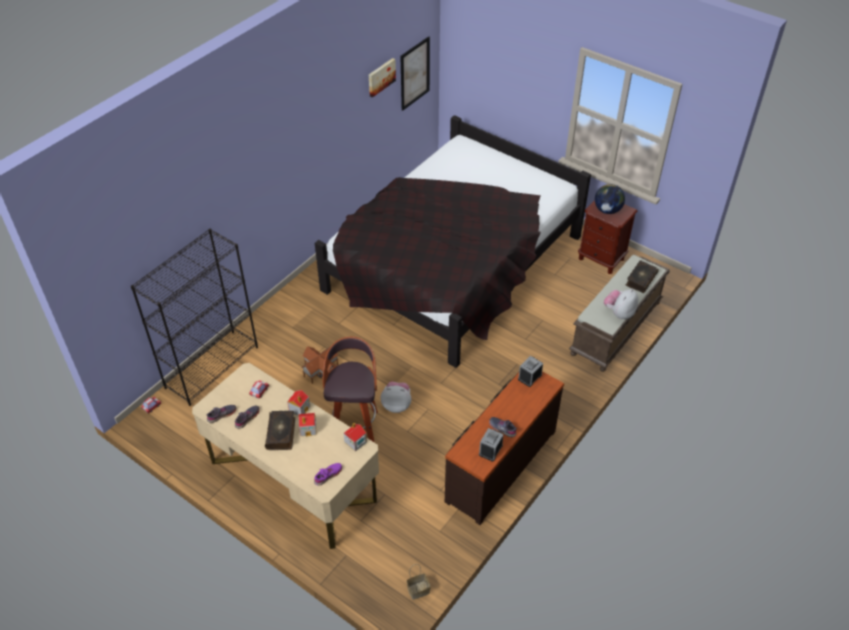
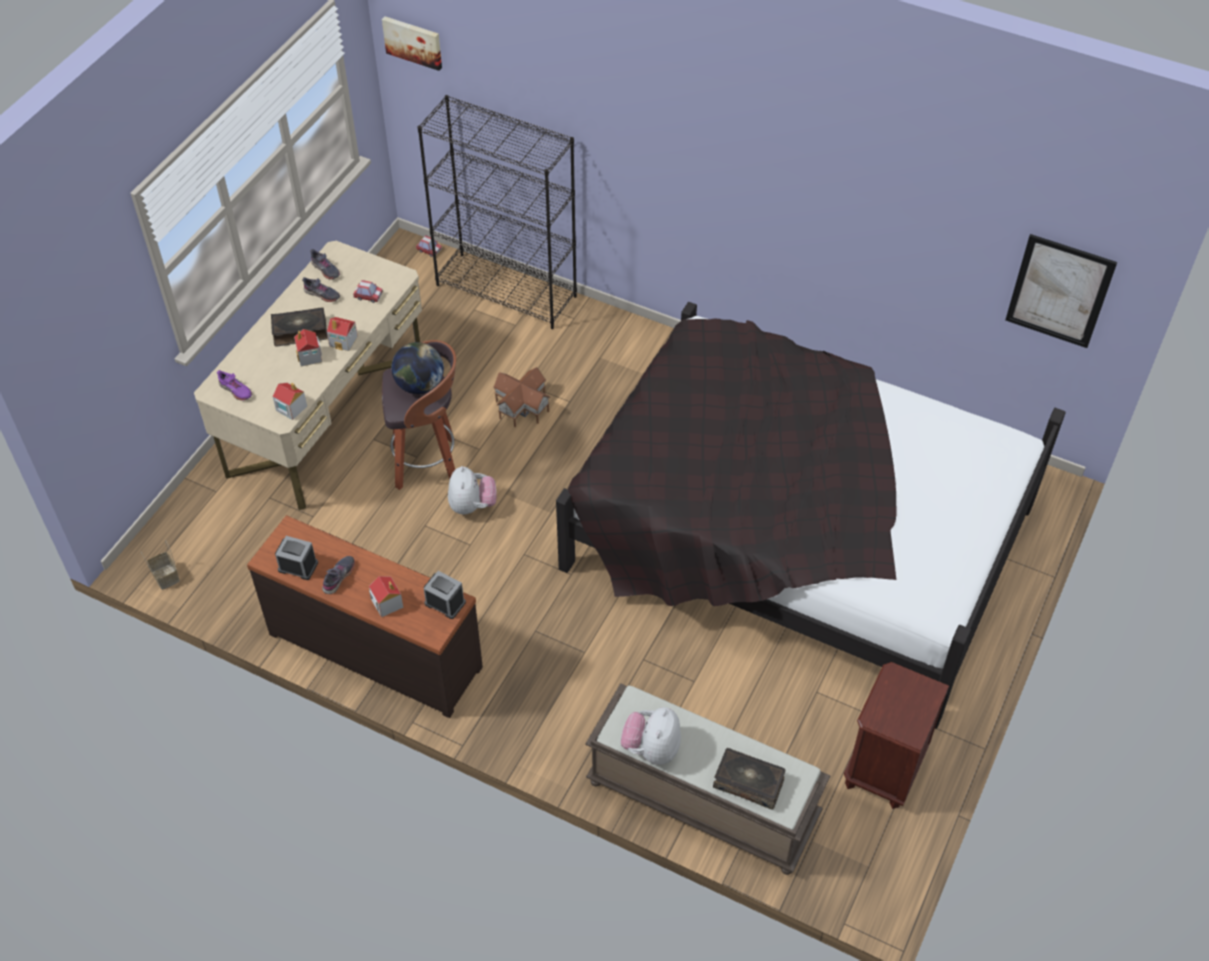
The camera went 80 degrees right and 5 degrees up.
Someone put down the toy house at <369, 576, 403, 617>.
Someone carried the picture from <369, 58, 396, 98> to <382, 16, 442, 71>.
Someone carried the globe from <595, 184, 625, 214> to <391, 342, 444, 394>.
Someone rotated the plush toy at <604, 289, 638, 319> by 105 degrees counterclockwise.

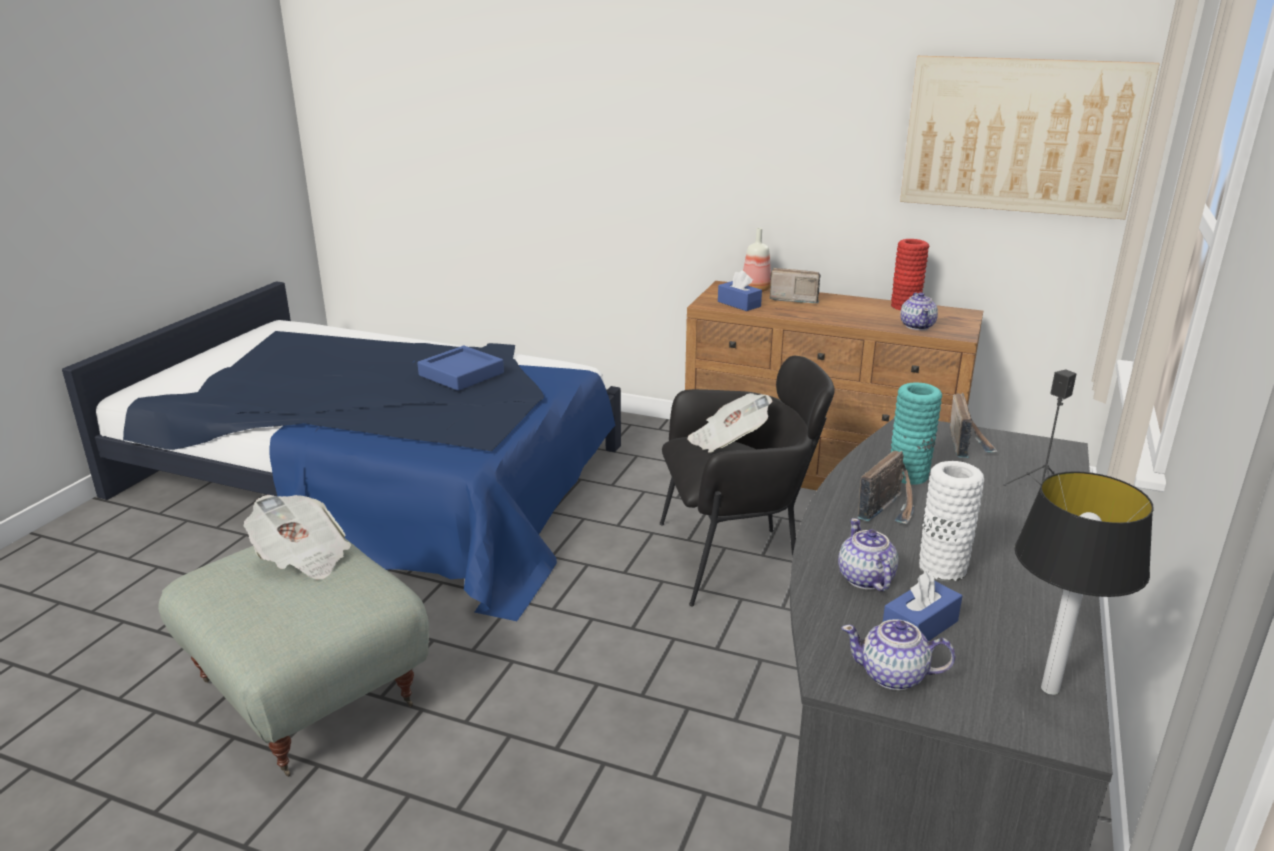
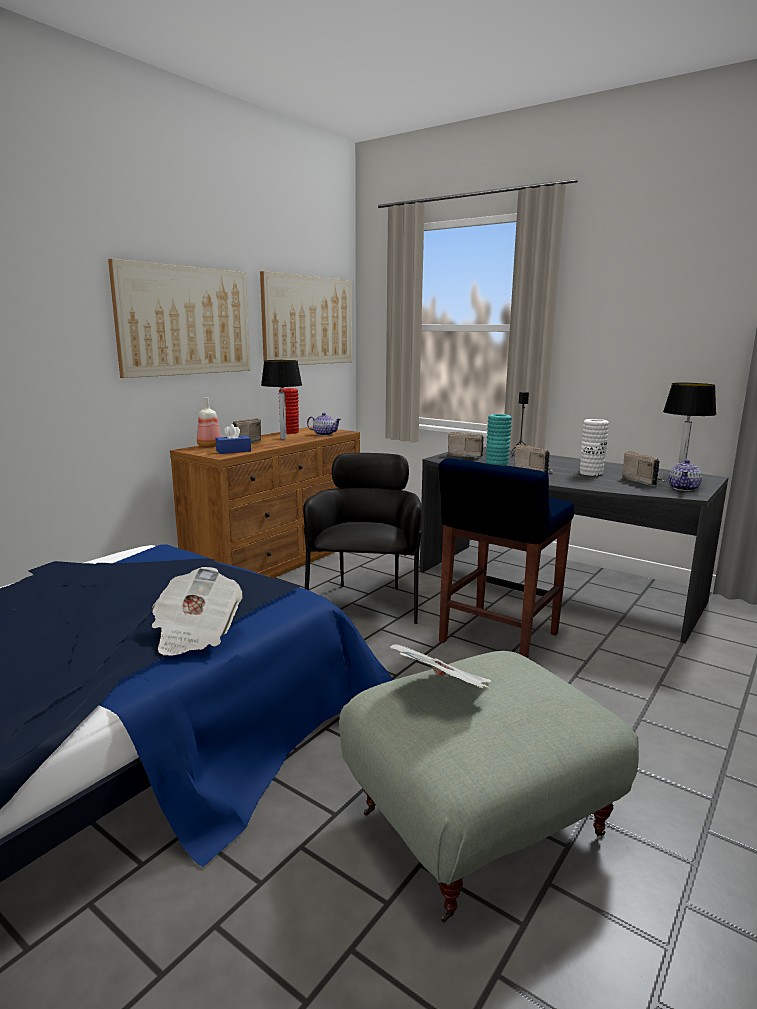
The camera went 75 degrees left and 10 degrees down.
Someone took away the blue tray at <417, 346, 504, 391>.
Someone took away the teapot at <838, 518, 899, 592>.
Someone put up the picture at <108, 259, 250, 378>.
Someone put down the table lamp at <261, 360, 302, 439>.
Someone put down the blue stool at <438, 458, 574, 658>.
Someone carried the newspaper from <687, 393, 773, 453> to <152, 567, 243, 656>.
Someone swapped the blue tissue box at <883, 571, 962, 641> for the radio at <622, 451, 665, 486>.

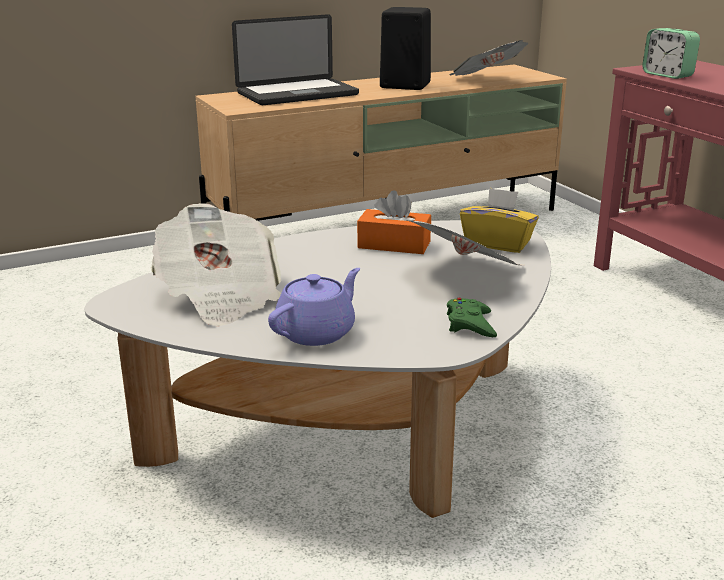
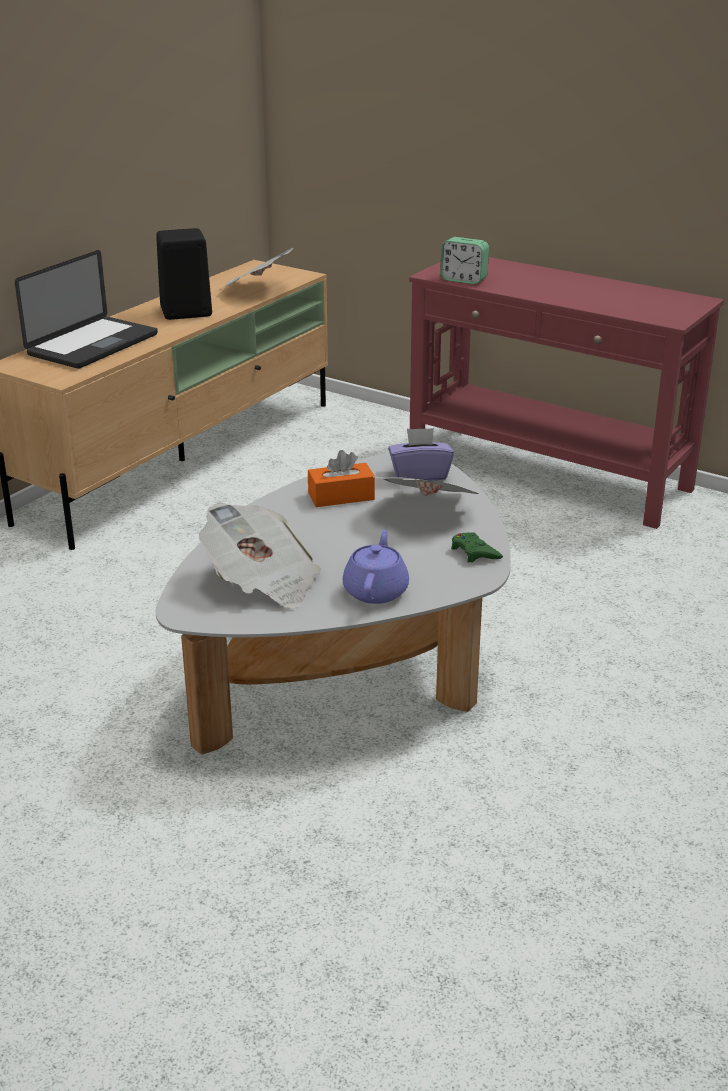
The camera went 30 degrees left and 5 degrees up.
Someone repainted the yellow tissue box at <460, 187, 539, 253>, which became the purple tissue box at <388, 428, 454, 481>.

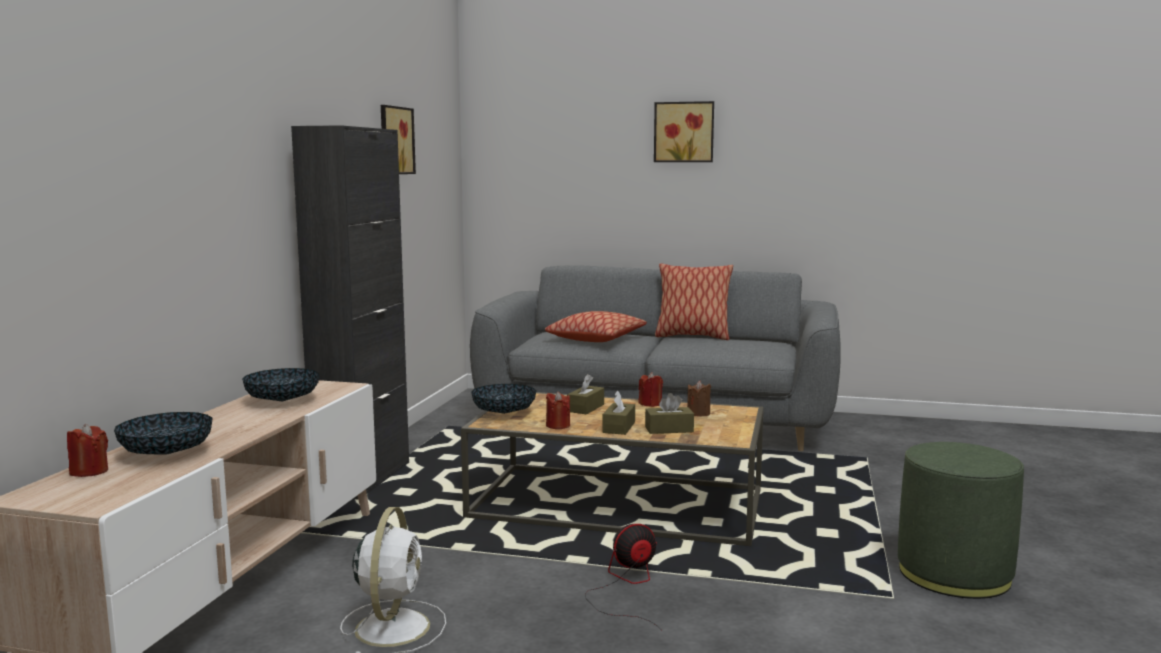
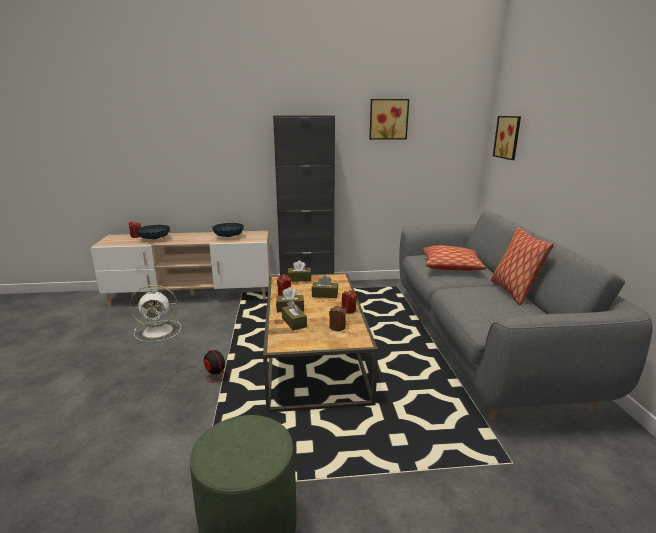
The camera went 70 degrees right and 10 degrees up.
Someone carried the picture from <654, 101, 714, 162> to <493, 116, 521, 160>.
Someone swapped the bowl at <471, 384, 536, 414> for the brown tissue box at <288, 261, 311, 282>.

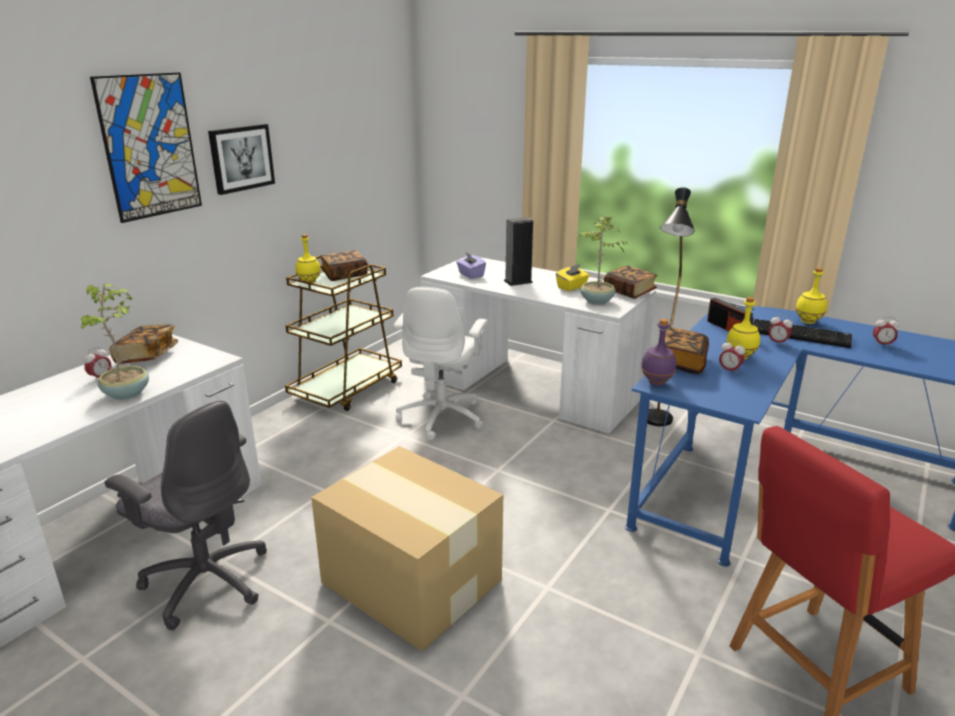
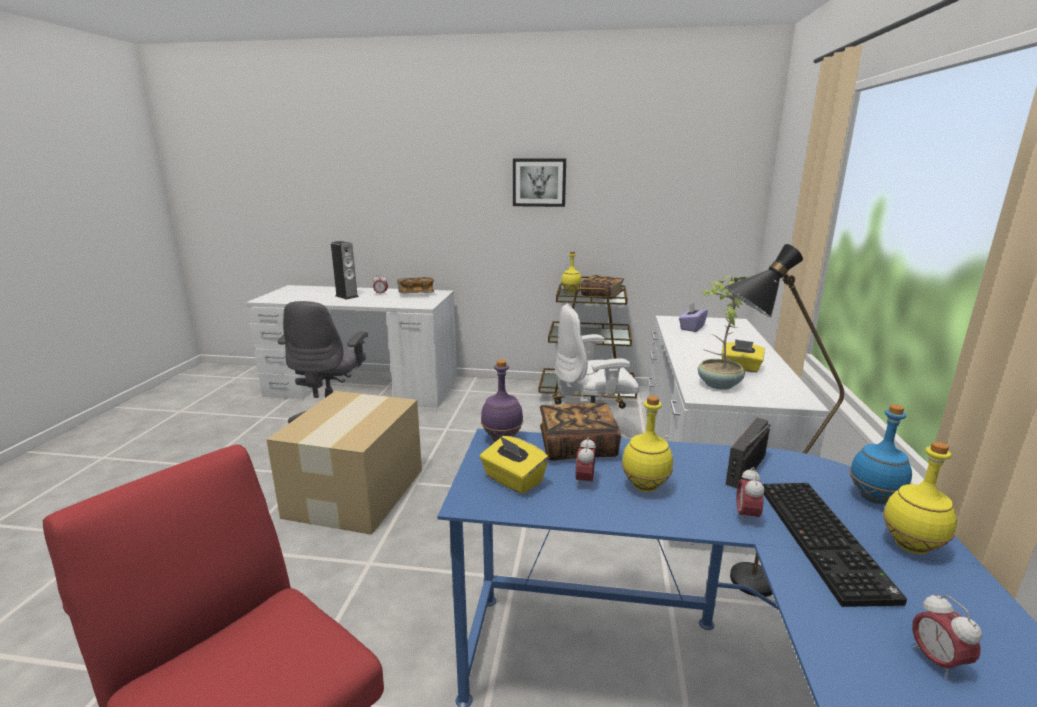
The camera went 65 degrees right and 5 degrees down.
Someone took away the potted plant at <81, 284, 149, 400>.
Someone took away the picture at <90, 72, 202, 223>.
Someone took away the book at <604, 265, 657, 299>.
Someone put down the yellow tissue box at <480, 436, 549, 494>.
Someone put down the blue bottle at <850, 404, 912, 504>.
Someone carried the speaker from <504, 217, 533, 286> to <331, 241, 359, 300>.

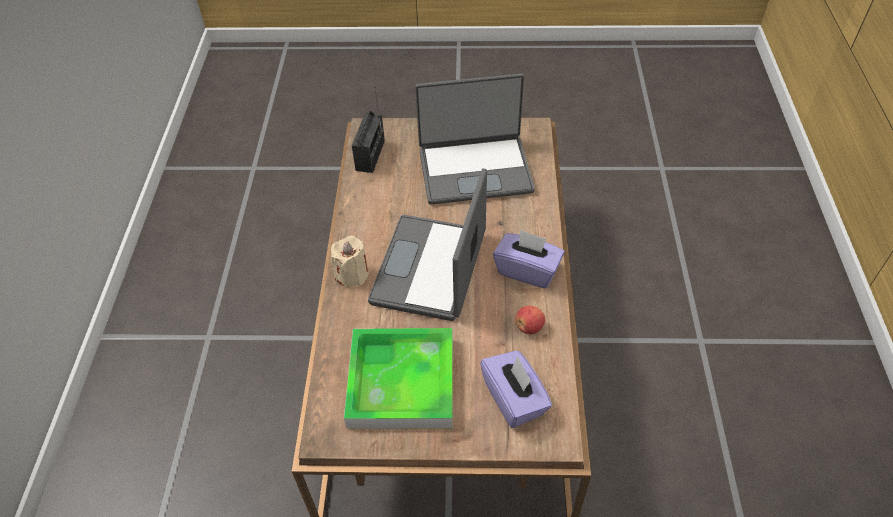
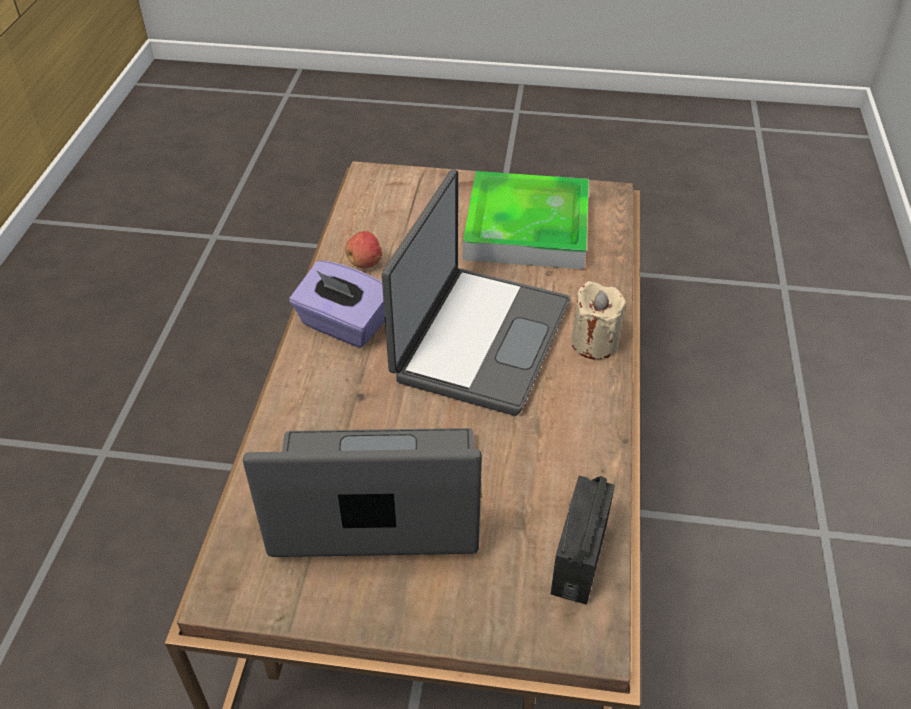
The camera went 175 degrees left and 5 degrees down.
Someone took away the purple tissue box at <480, 350, 552, 428>.

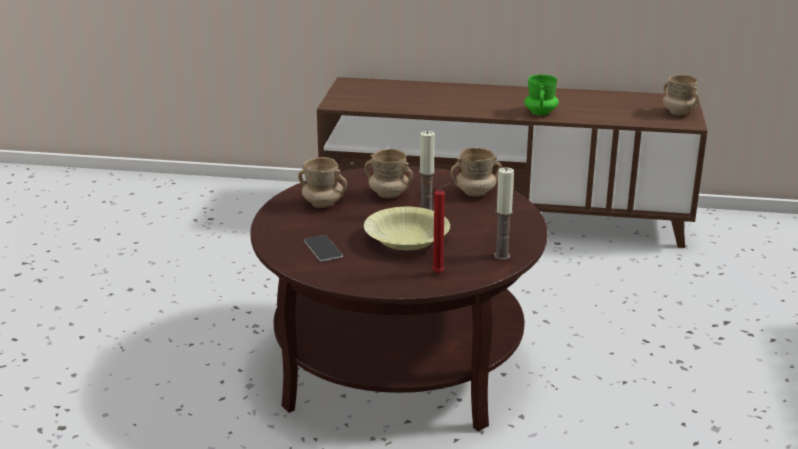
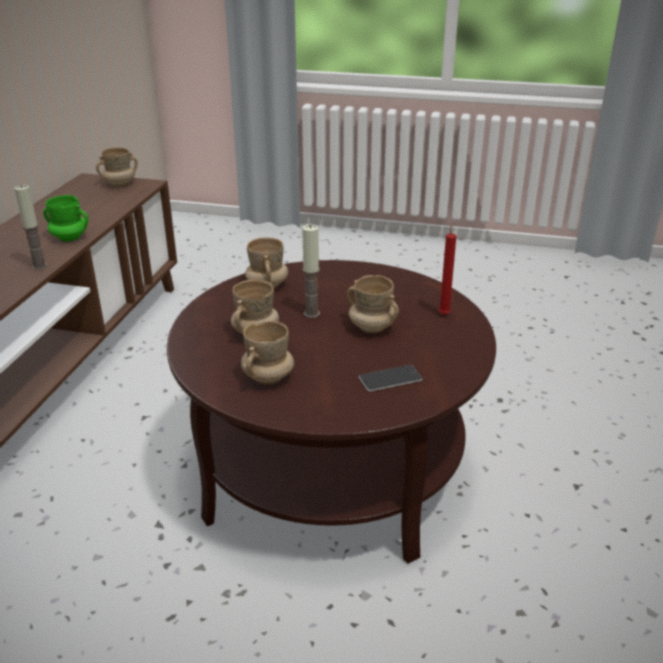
The camera went 85 degrees left and 5 degrees up.
Someone carried the candle from <494, 167, 514, 260> to <14, 185, 47, 270>.
Someone swapped the yellow bowl at <364, 207, 450, 250> for the beige mug at <347, 275, 399, 333>.

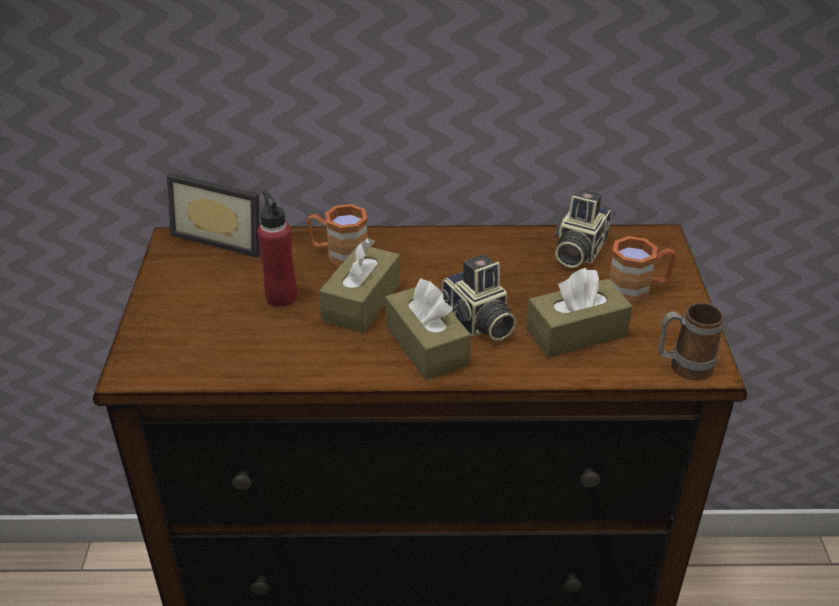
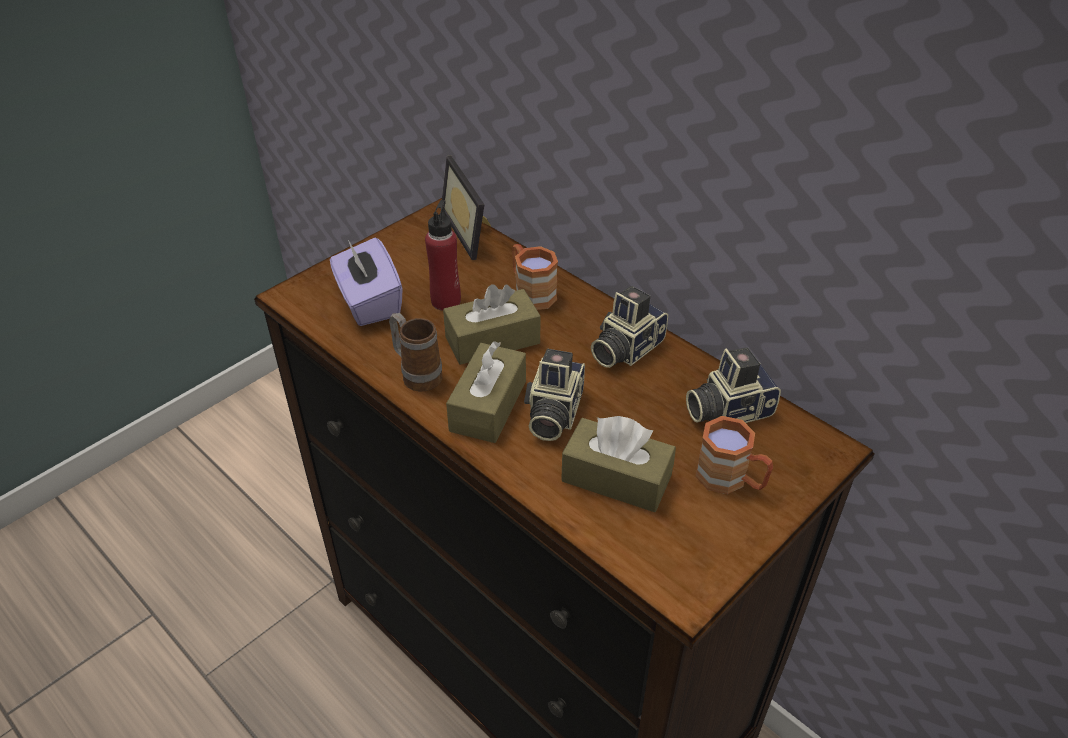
The camera went 45 degrees right and 5 degrees up.
Someone put down the purple tissue box at <330, 238, 403, 326>.
Someone put down the photo camera at <591, 286, 668, 368>.
Someone carried the mug from <658, 303, 724, 381> to <389, 313, 442, 391>.

